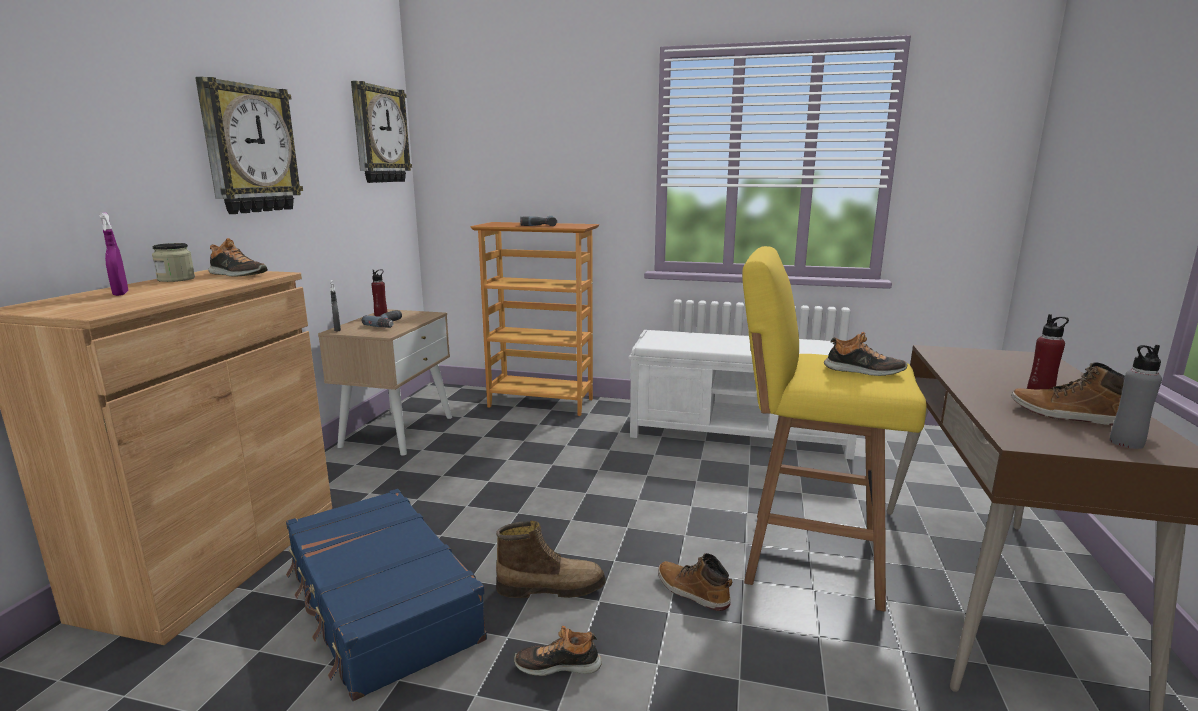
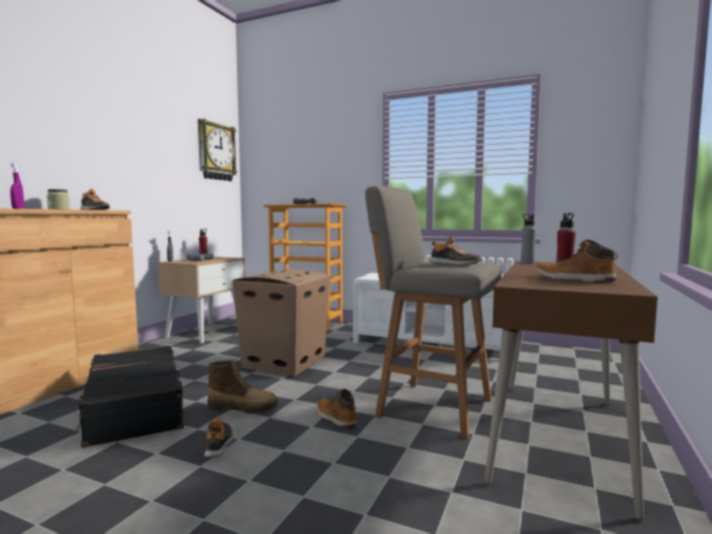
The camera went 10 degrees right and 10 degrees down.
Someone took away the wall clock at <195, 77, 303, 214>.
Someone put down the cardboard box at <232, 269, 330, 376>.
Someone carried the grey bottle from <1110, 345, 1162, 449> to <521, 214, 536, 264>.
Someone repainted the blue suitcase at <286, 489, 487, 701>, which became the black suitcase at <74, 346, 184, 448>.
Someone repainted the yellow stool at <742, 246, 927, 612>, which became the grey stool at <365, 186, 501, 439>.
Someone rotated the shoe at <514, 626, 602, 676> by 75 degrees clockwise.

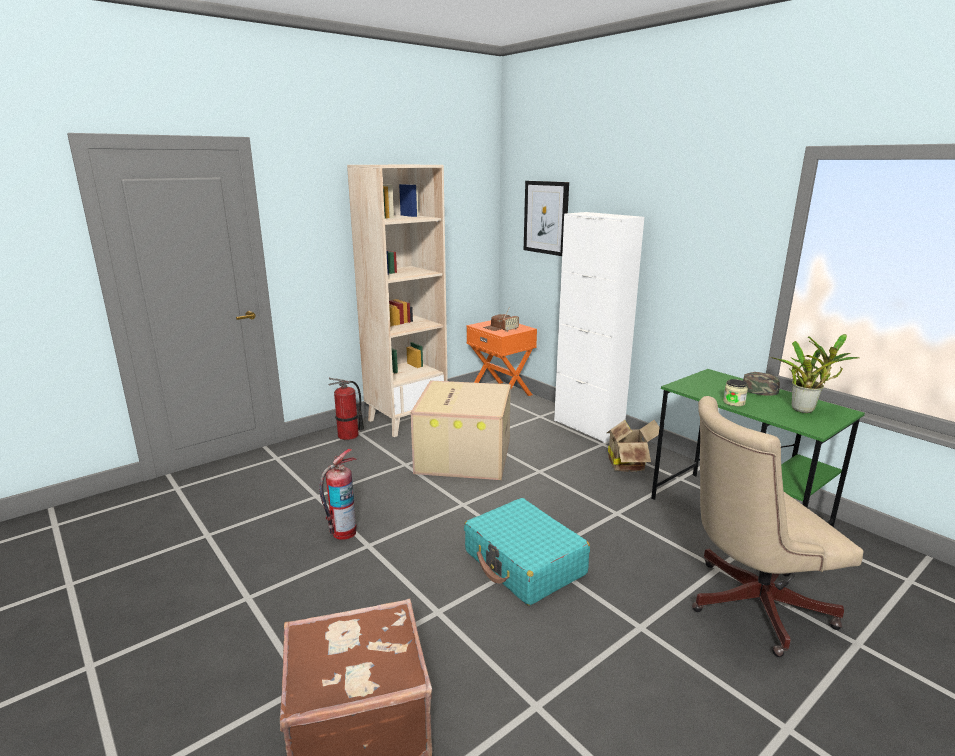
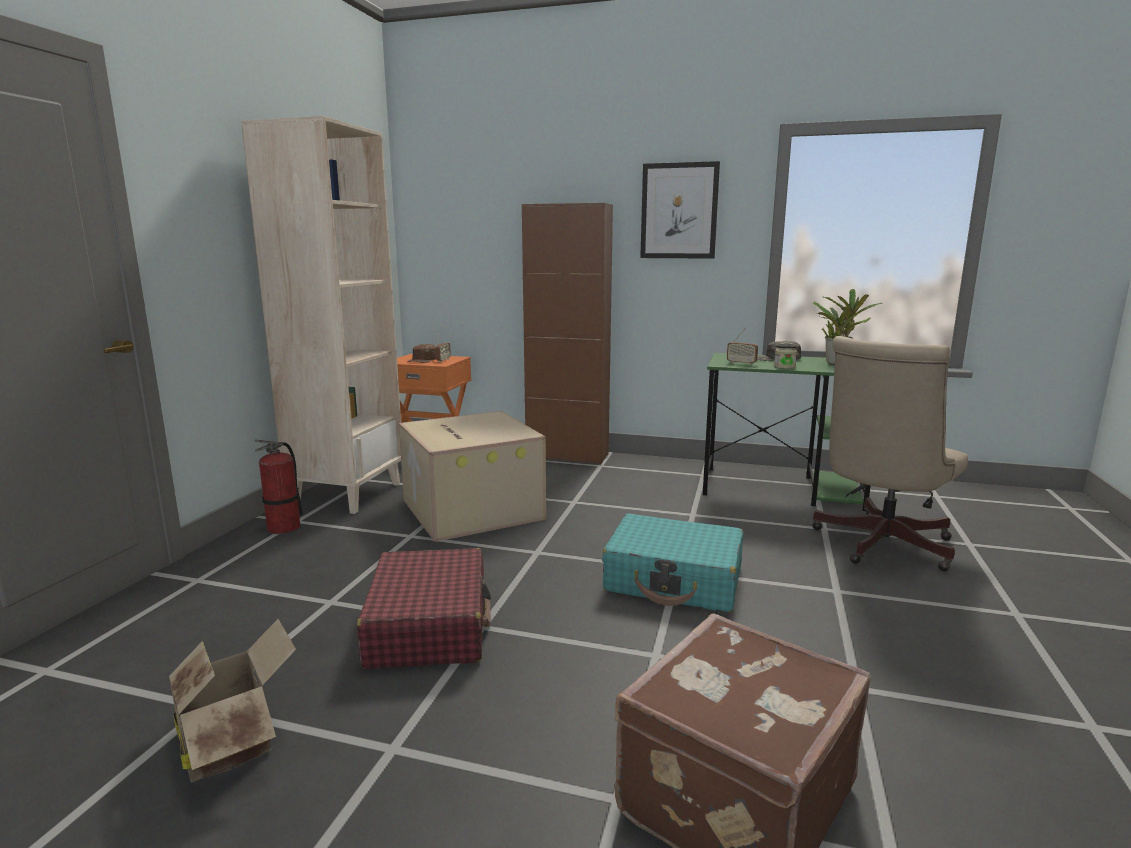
The camera went 35 degrees left and 5 degrees down.
Someone put down the radio at <727, 327, 758, 365>.
Someone carried the picture from <524, 181, 569, 256> to <640, 161, 720, 259>.
Someone carried the cardboard box from <607, 420, 659, 472> to <169, 619, 296, 783>.
Someone swapped the fire extinguisher at <319, 449, 357, 540> for the red suitcase at <357, 548, 491, 669>.
Someone repainted the white cabinet at <554, 212, 644, 443>, which became the brown cabinet at <522, 203, 613, 464>.

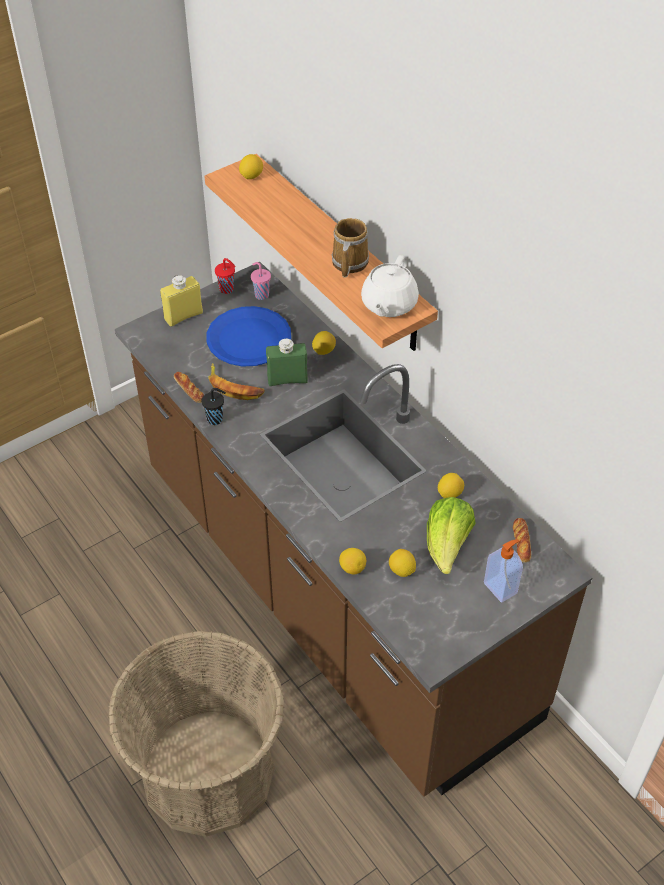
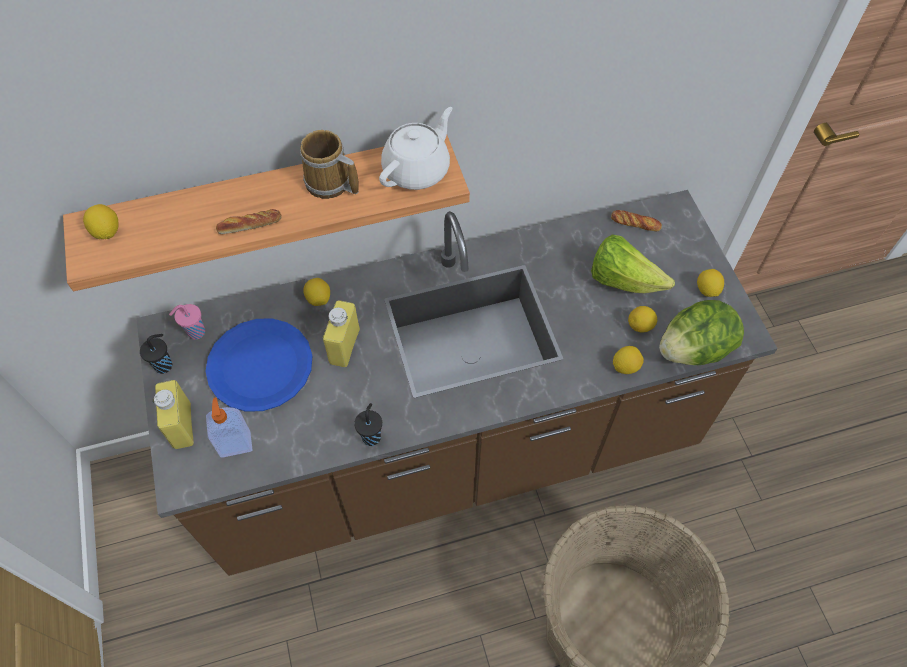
The camera went 70 degrees left and 10 degrees up.
Someone took away the banana at <208, 363, 265, 400>.
Someone put down the lettuce at <659, 300, 744, 365>.
Someone carried the bread from <174, 372, 204, 403> to <216, 209, 282, 234>.
Someone carried the lemon from <438, 473, 464, 498> to <697, 269, 724, 297>.
Someone carried the soap dispenser from <484, 539, 523, 603> to <206, 397, 252, 458>.
Someone repainted the red cup at <215, 258, 236, 294>, which became the black cup at <140, 334, 172, 374>.
Someone repainted the green bottle at <266, 339, 308, 386>, which became the yellow bottle at <323, 300, 360, 367>.
Someone rotated the white teapot at <361, 255, 419, 317> by 90 degrees counterclockwise.

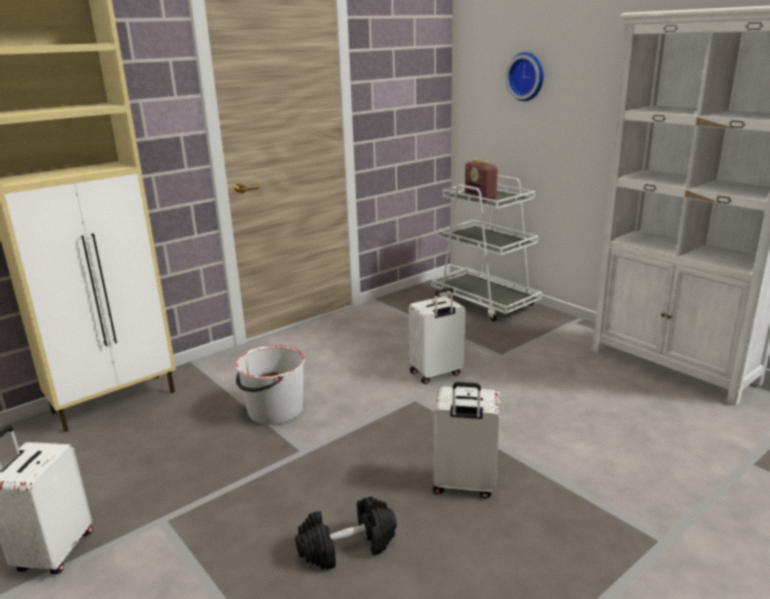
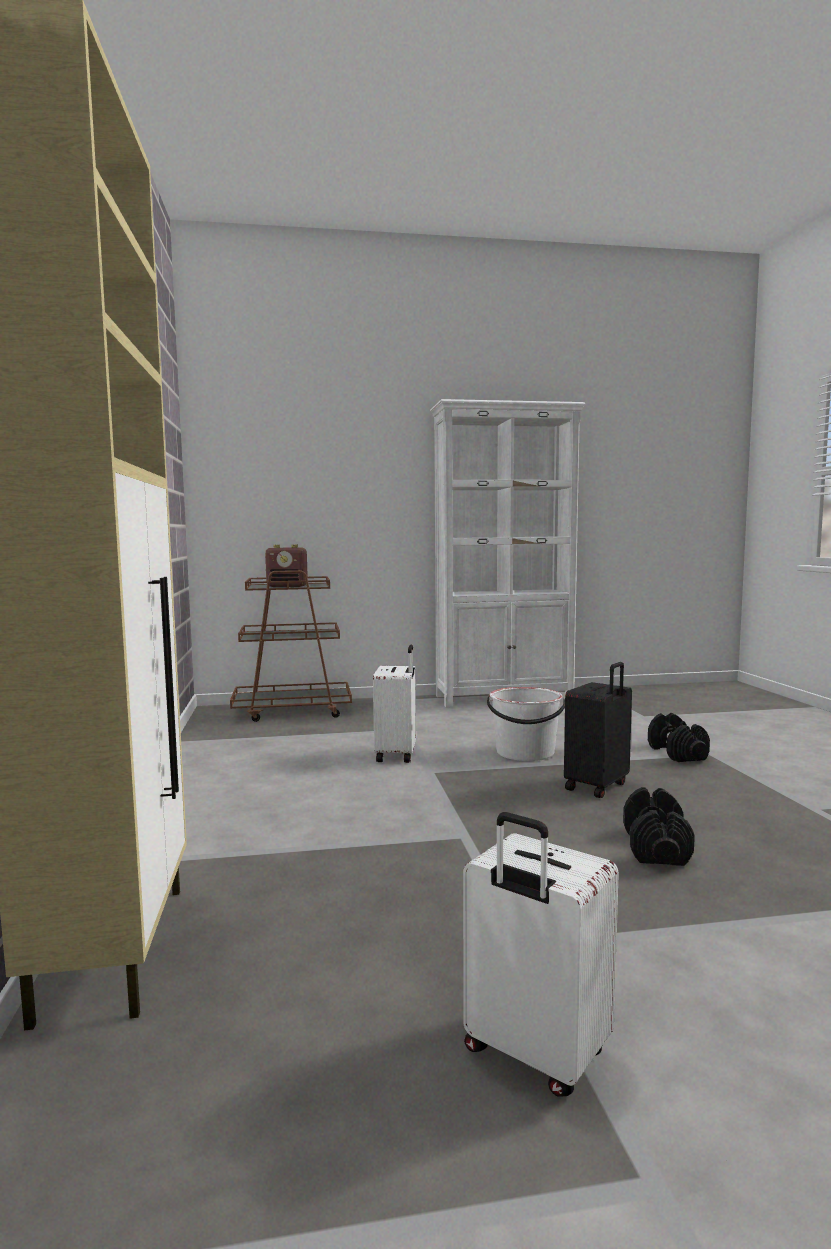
The camera went 60 degrees left and 15 degrees down.
Someone took away the wall clock at <505, 52, 544, 101>.
Someone put down the black dumbbell at <648, 713, 710, 762>.
Someone carried the white bucket from <236, 345, 305, 425> to <487, 687, 565, 761>.
Someone repainted the white cart at <431, 175, 542, 322>, which became the brown cart at <230, 570, 352, 722>.
Someone repainted the white suitcase at <433, 382, 500, 499>, which became the black suitcase at <564, 662, 632, 798>.

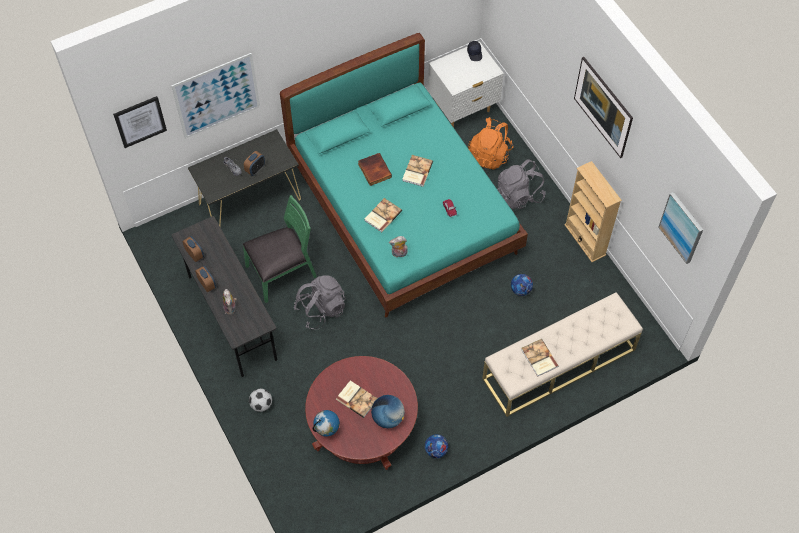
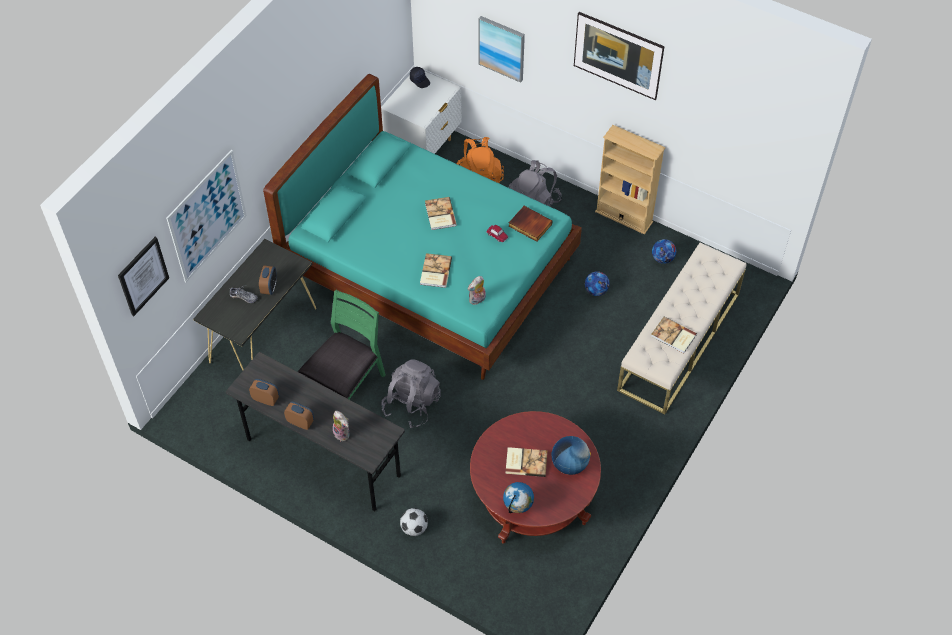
The camera went 30 degrees left and 5 degrees down.
Someone carried the book from <358, 153, 392, 186> to <509, 206, 552, 242>.
Someone carried the football from <425, 434, 448, 458> to <652, 239, 676, 264>.
Someone carried the picture from <658, 192, 703, 264> to <479, 16, 525, 83>.

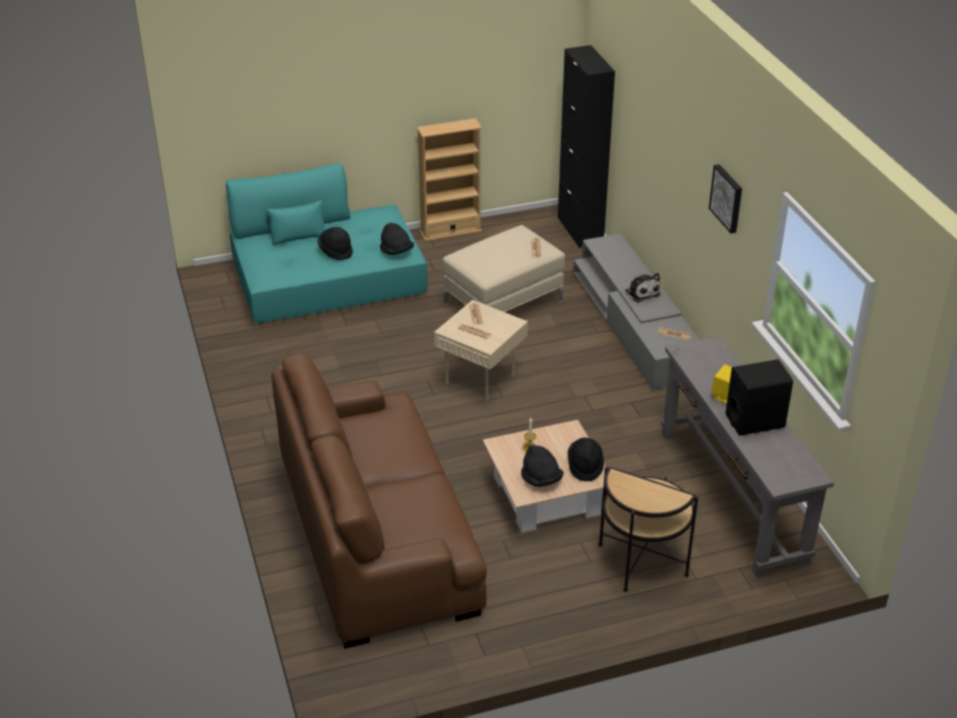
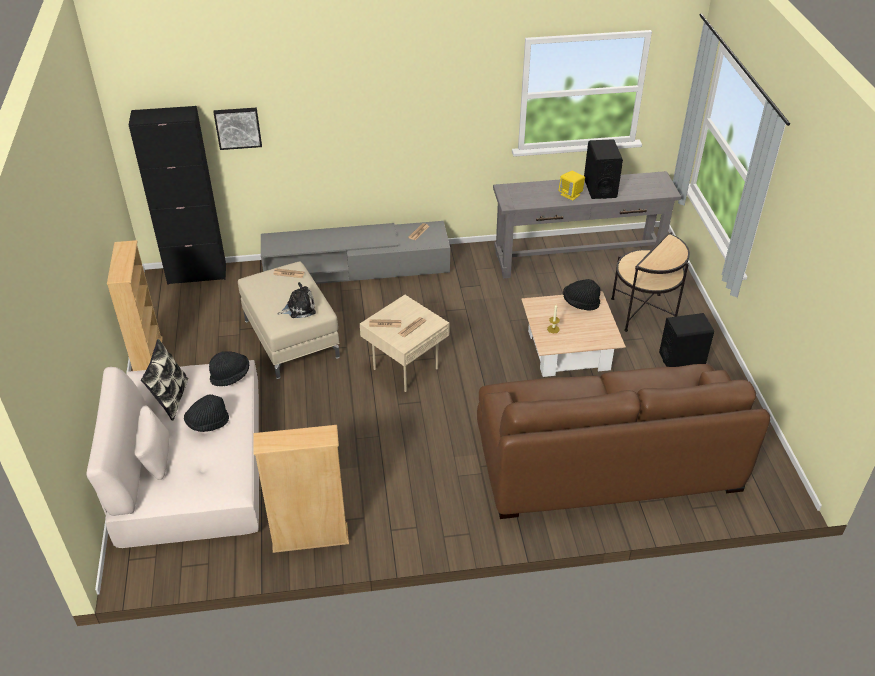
The camera went 80 degrees left and 5 degrees up.
Someone took away the black hat at <521, 445, 564, 487>.
Someone put down the pillow at <141, 339, 188, 421>.
Someone put down the beige bookcase at <254, 425, 349, 553>.
Someone put down the black speaker at <659, 313, 714, 367>.
Someone carried the plush toy from <625, 273, 660, 302> to <277, 282, 316, 318>.
Someone carried the picture from <709, 164, 742, 233> to <214, 108, 262, 150>.
Someone repainted the turquoise sofa at <226, 163, 428, 323>, which became the beige sofa at <86, 360, 259, 548>.

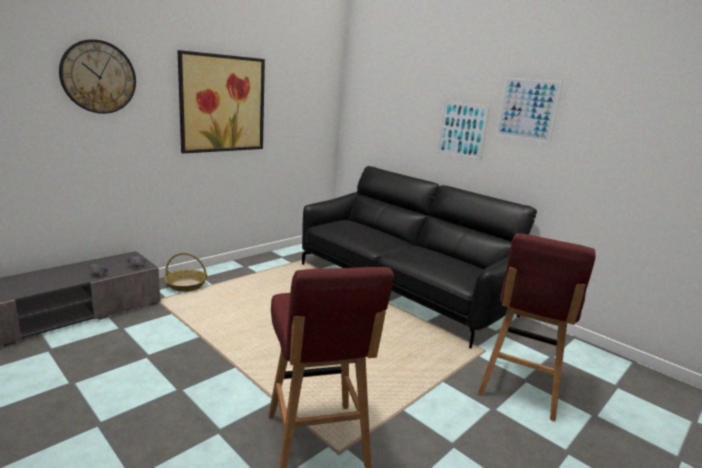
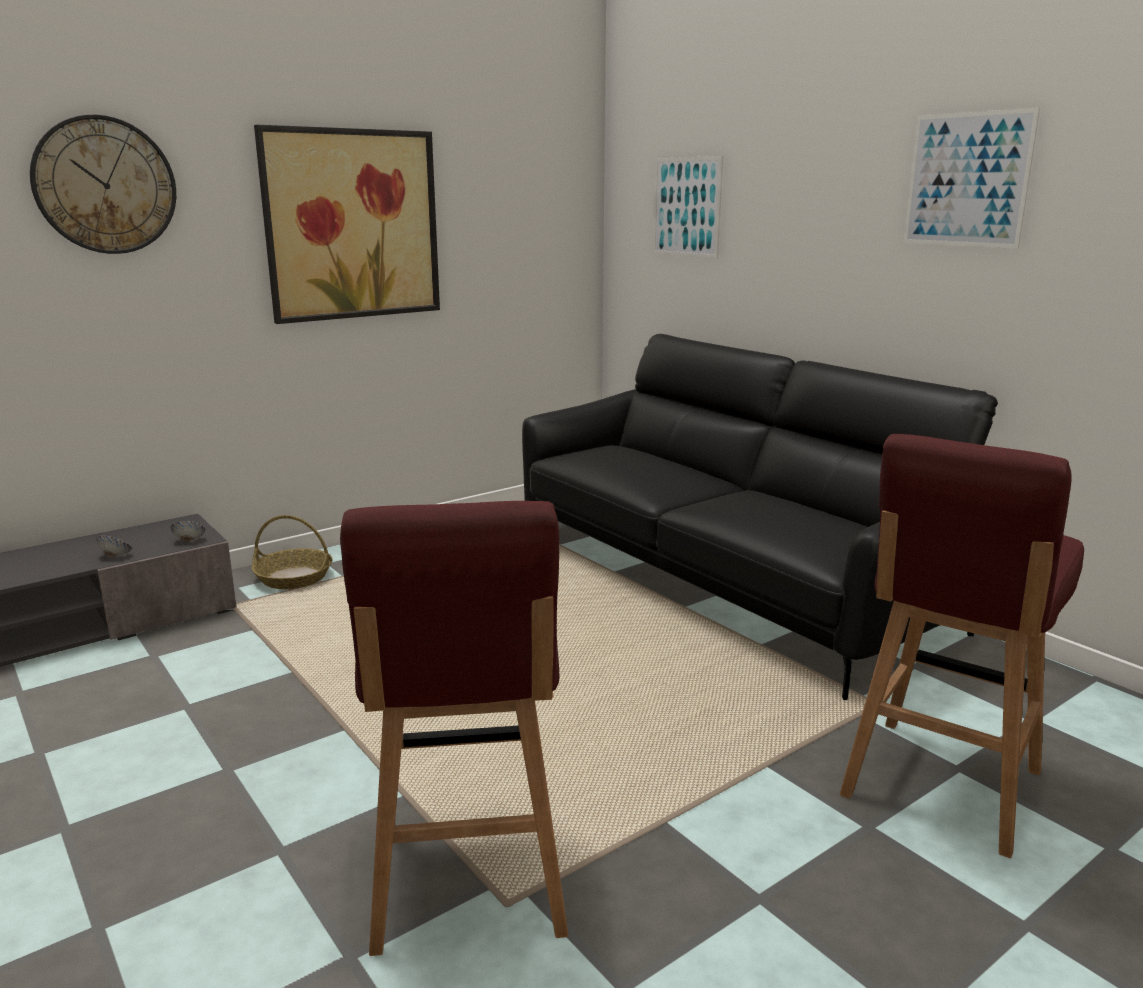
The camera went 10 degrees right and 0 degrees up.
Someone carried the picture from <437, 101, 490, 161> to <652, 156, 723, 259>.

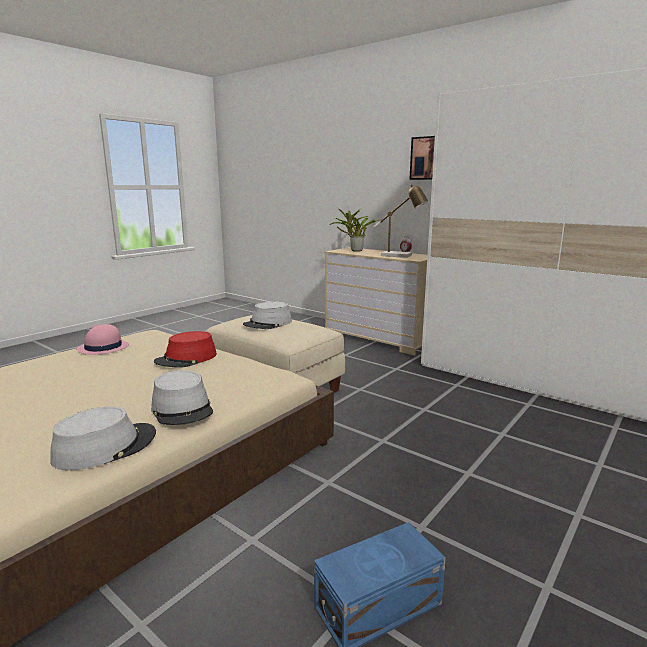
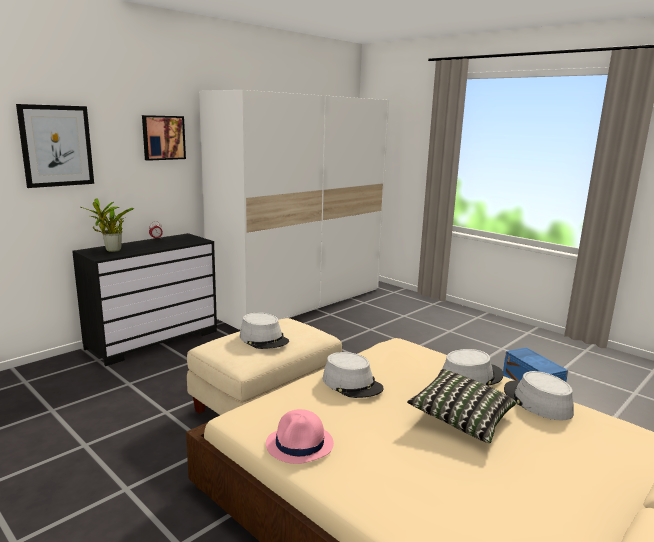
The camera went 85 degrees left and 0 degrees up.
Someone took away the table lamp at <374, 184, 428, 258>.
Someone put up the picture at <16, 104, 94, 188>.
Someone put down the pillow at <407, 369, 516, 443>.
Someone repainted the red hat at <154, 331, 217, 368>, which became the grey hat at <323, 352, 384, 398>.
Someone repainted the beige dresser at <325, 247, 428, 356>, which became the black dresser at <72, 233, 217, 366>.

